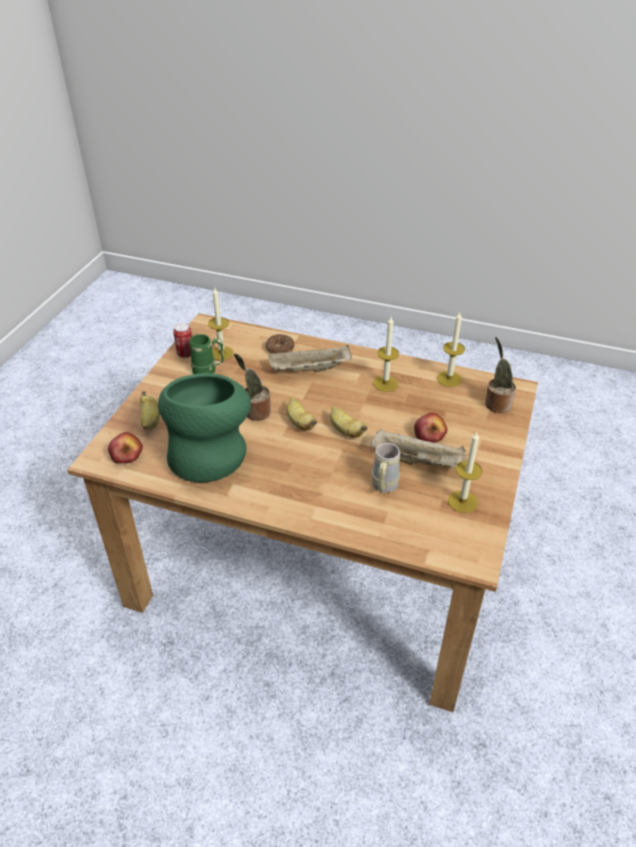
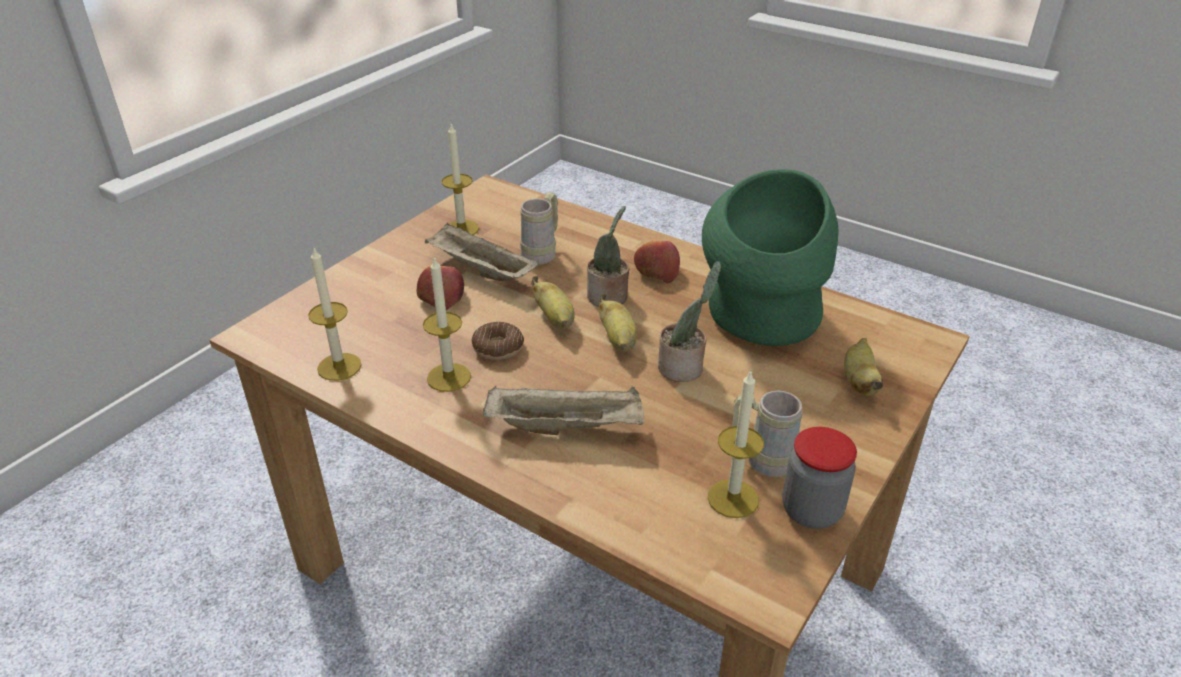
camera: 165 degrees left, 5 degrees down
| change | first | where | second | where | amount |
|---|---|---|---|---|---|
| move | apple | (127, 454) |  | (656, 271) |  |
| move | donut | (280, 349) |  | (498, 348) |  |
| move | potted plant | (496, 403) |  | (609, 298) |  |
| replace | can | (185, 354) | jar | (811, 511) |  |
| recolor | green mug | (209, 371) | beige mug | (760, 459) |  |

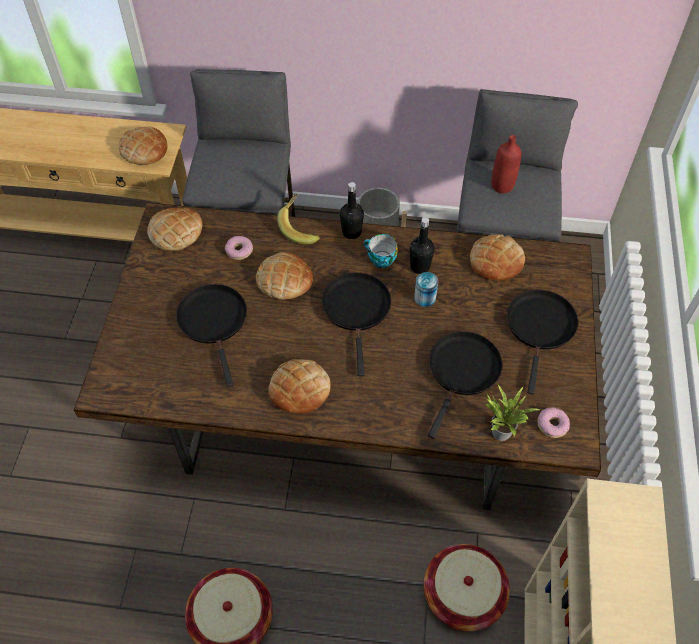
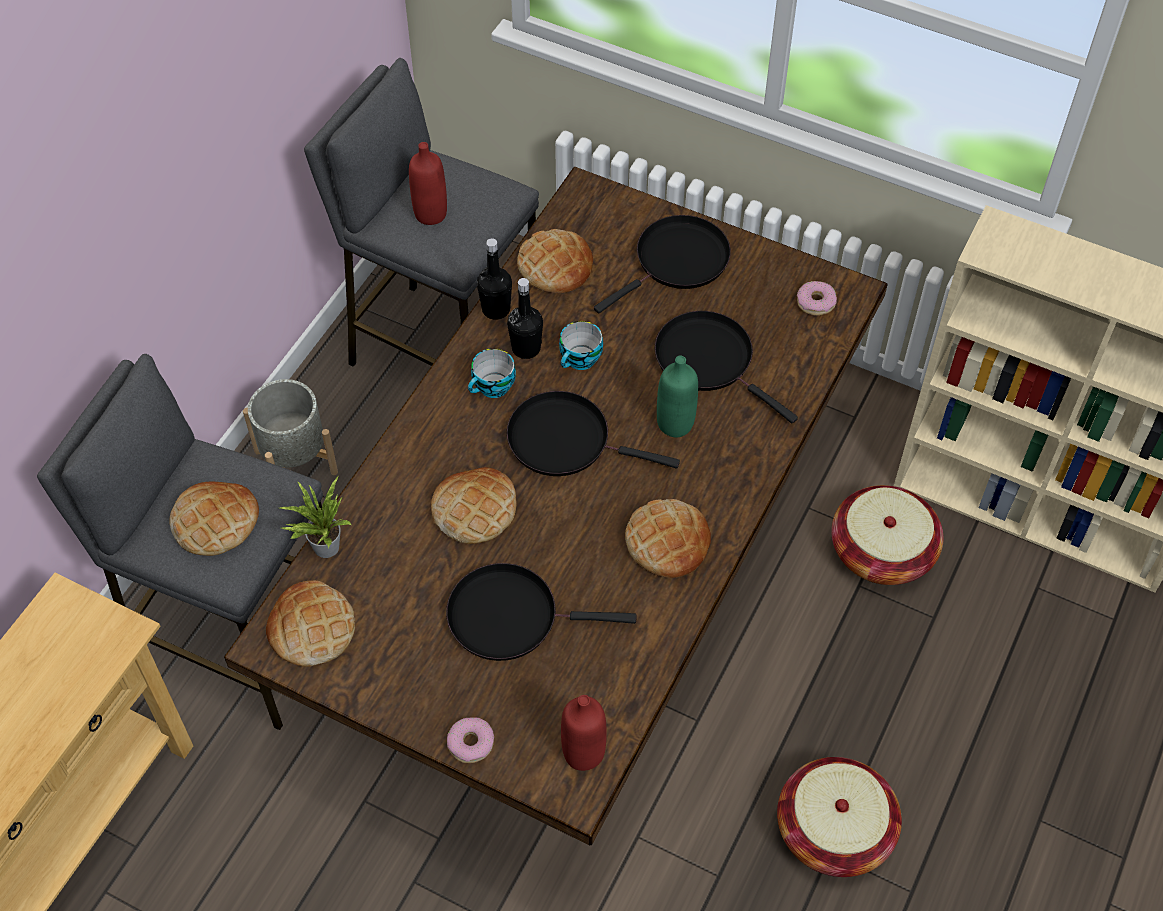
camera: 70 degrees left, 0 degrees up
| change | first | where | second | where | amount |
|---|---|---|---|---|---|
| delete | banana | (300, 228) |  |  |  |
| insert |  |  | red bottle | (583, 753) |  |
| insert |  |  | green bottle | (675, 424) |  |
| move | bread | (144, 149) |  | (215, 522) |  |
| move | donut | (239, 250) |  | (471, 743) |  |
| move | black bottle | (351, 232) |  | (496, 309) |  |
| move | potted plant | (501, 430) |  | (323, 546) |  |
| replace | can | (425, 298) | cup | (580, 360) |  |
| rotate | black frying pan | (540, 327) |  | (677, 261) | 105 degrees clockwise |

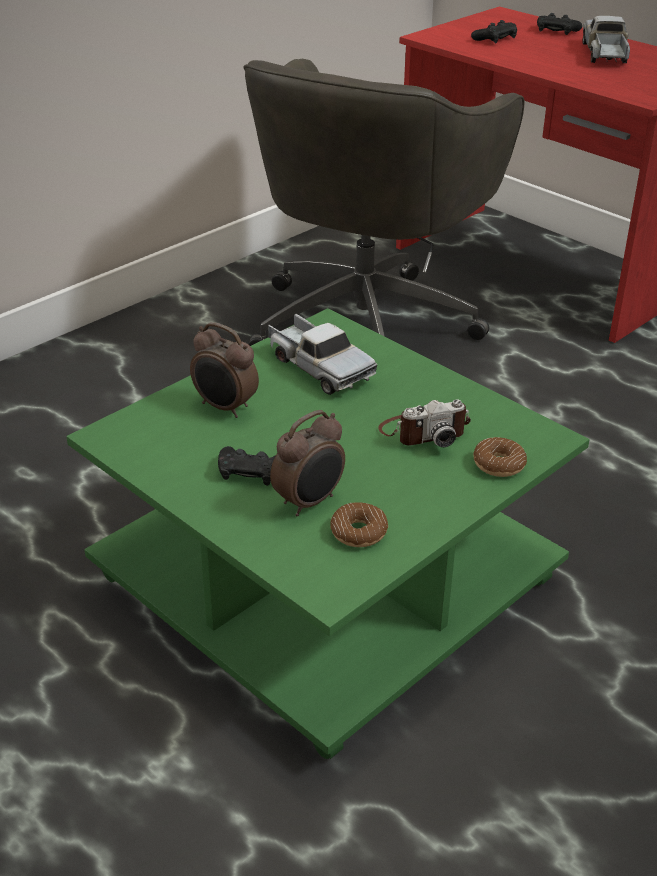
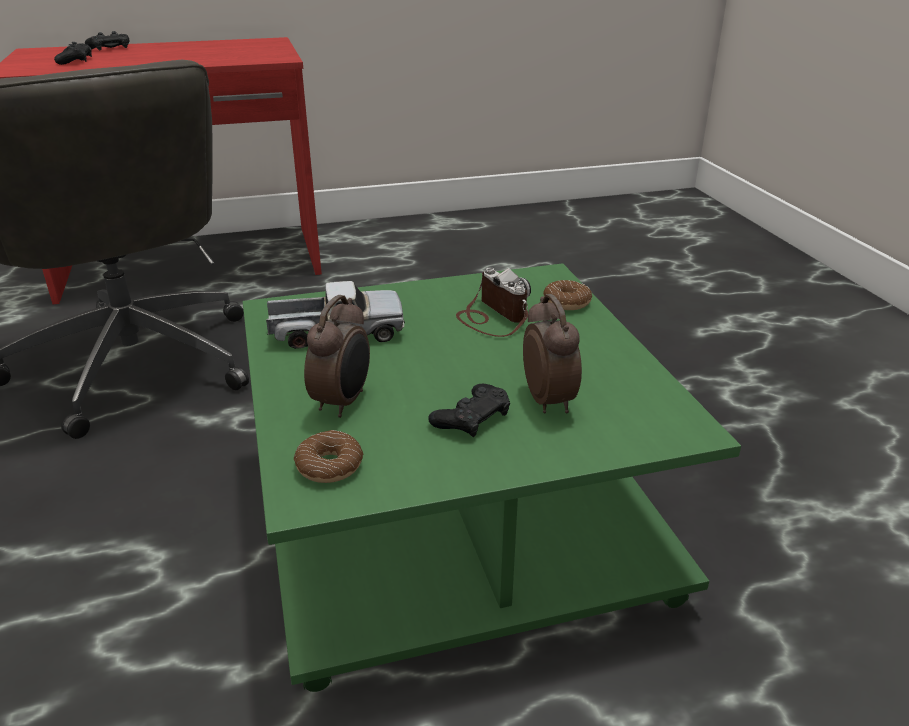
camera: 60 degrees left, 5 degrees down
| change | first | where | second | where | amount |
|---|---|---|---|---|---|
| delete | toy truck | (605, 53) |  |  |  |
| move | donut | (358, 532) |  | (329, 466) |  |
| rotate | alarm clock | (225, 408) |  | (343, 402) | 45 degrees counterclockwise |
| rotate | photo camera | (424, 431) |  | (492, 317) | 45 degrees counterclockwise |

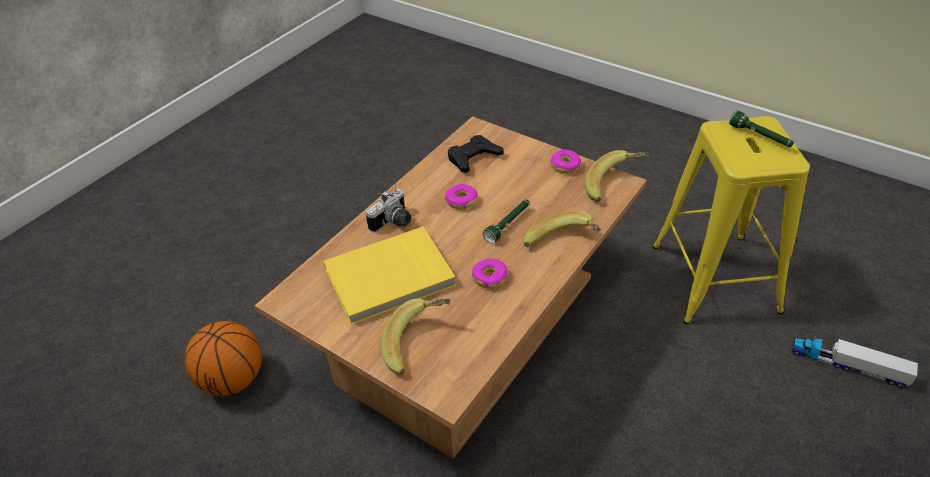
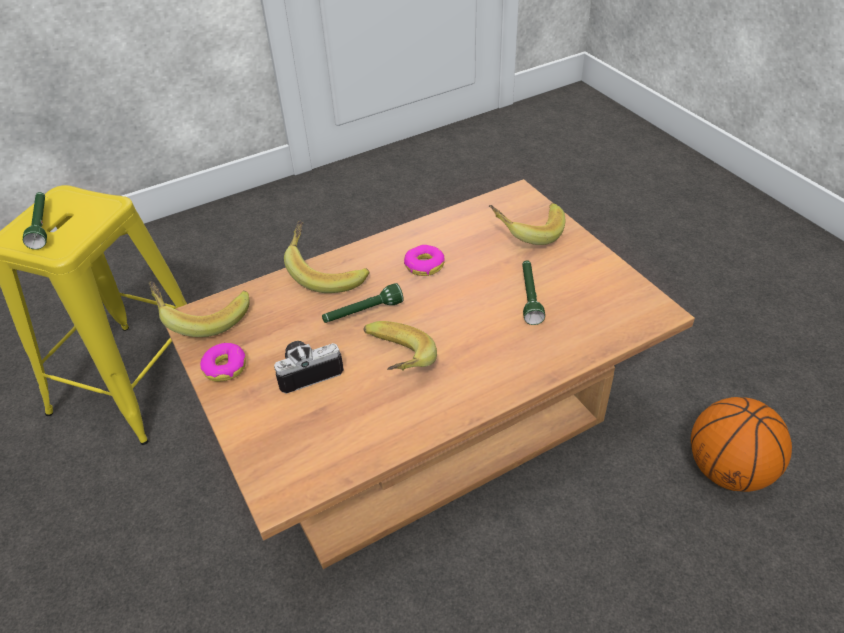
camera: 155 degrees left, 0 degrees up
| change | first | where | second | where | amount |
|---|---|---|---|---|---|
| delete | black game controller | (473, 157) |  |  |  |
| delete | toy truck | (848, 365) |  |  |  |
| move | photo camera | (393, 223) |  | (307, 371) |  |
| replace | yellow book | (390, 278) | green flashlight | (529, 297) |  |
| replace | donut | (461, 200) | banana | (393, 365) |  |

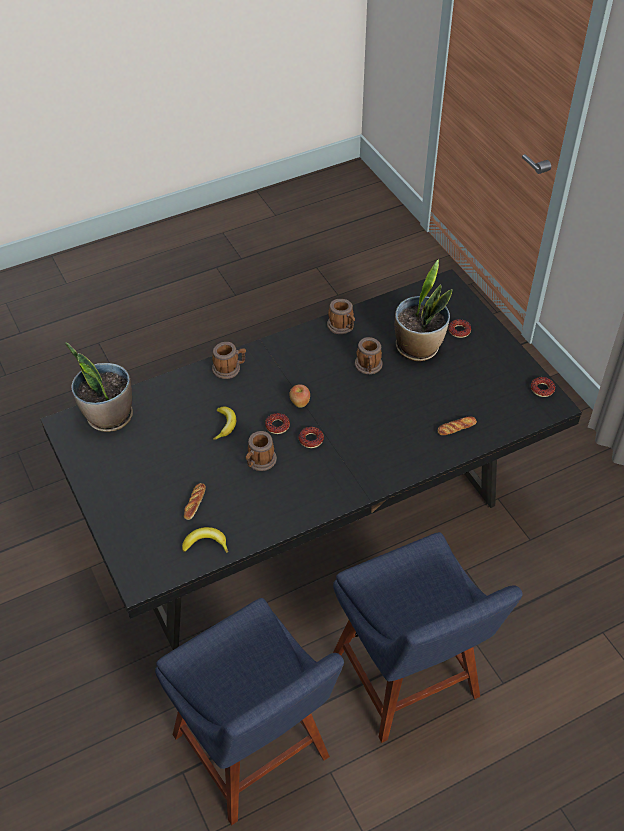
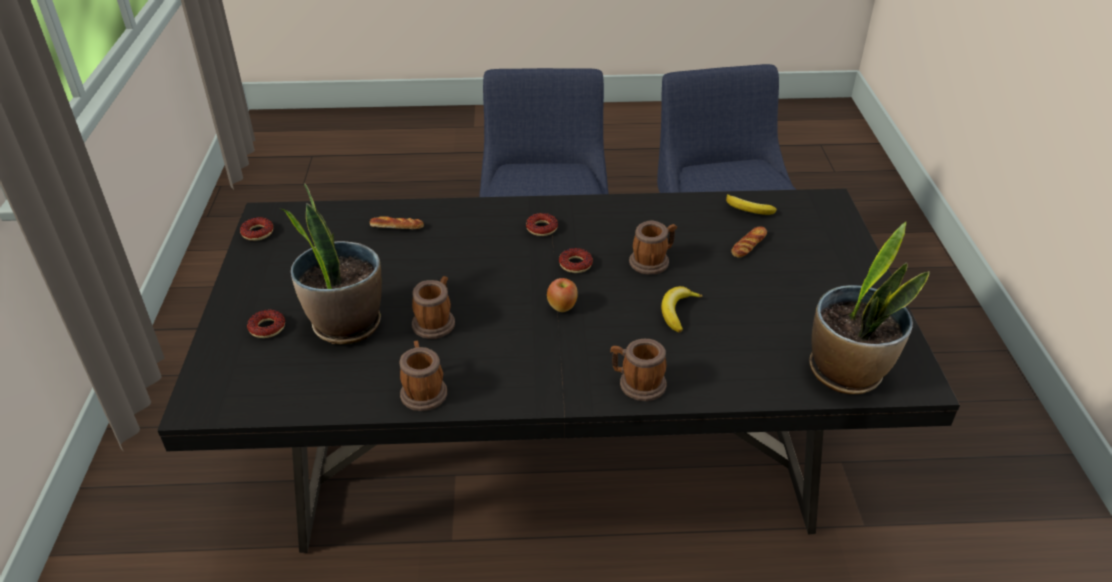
camera: 155 degrees left, 10 degrees down
| change | first | where | second | where | amount |
|---|---|---|---|---|---|
| move | donut | (277, 426) |  | (542, 228) |  |

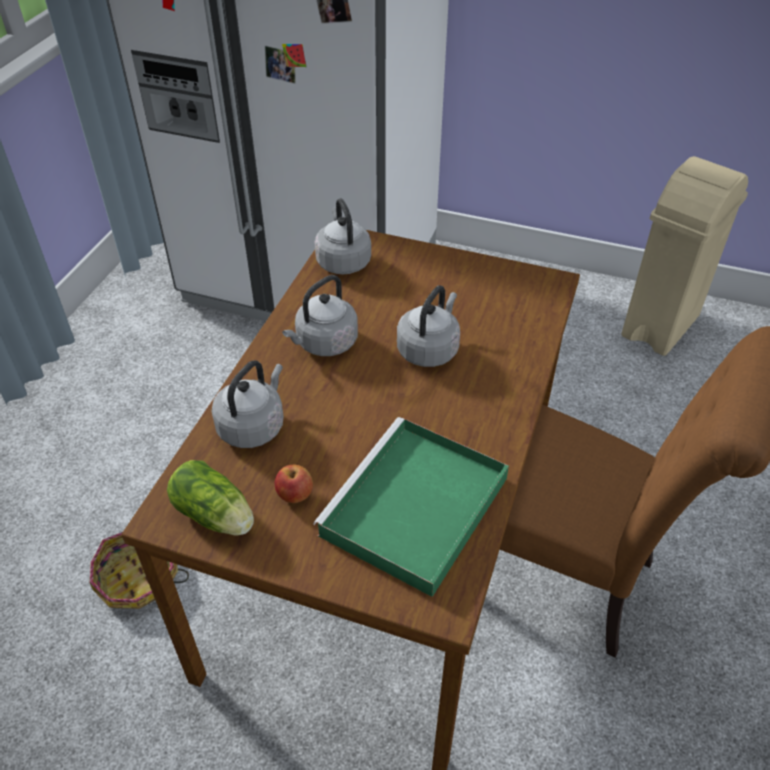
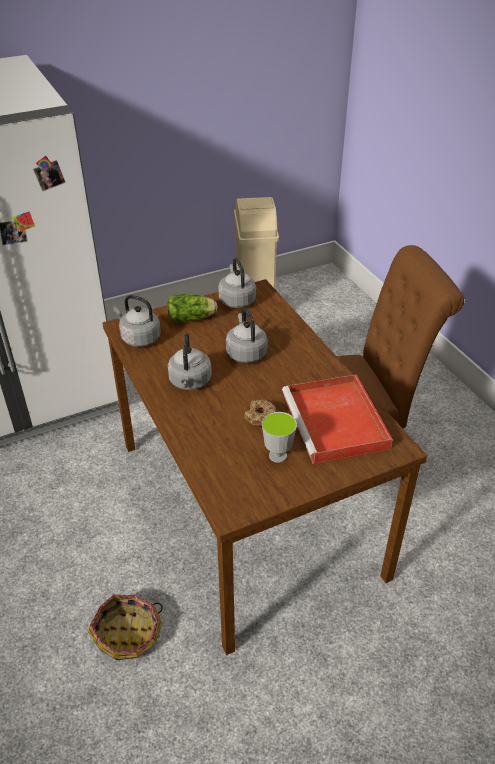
camera: 45 degrees left, 5 degrees down
| change | first | where | second | where | amount |
|---|---|---|---|---|---|
| insert |  |  | donut | (260, 417) |  |
| move | lettuce | (217, 516) |  | (193, 318) |  |
| move | grey kettle | (253, 426) |  | (236, 300) |  |
| replace | apple | (295, 495) | cup | (278, 455) |  |
| recolor | green tray | (414, 510) | red tray | (336, 423) |  |

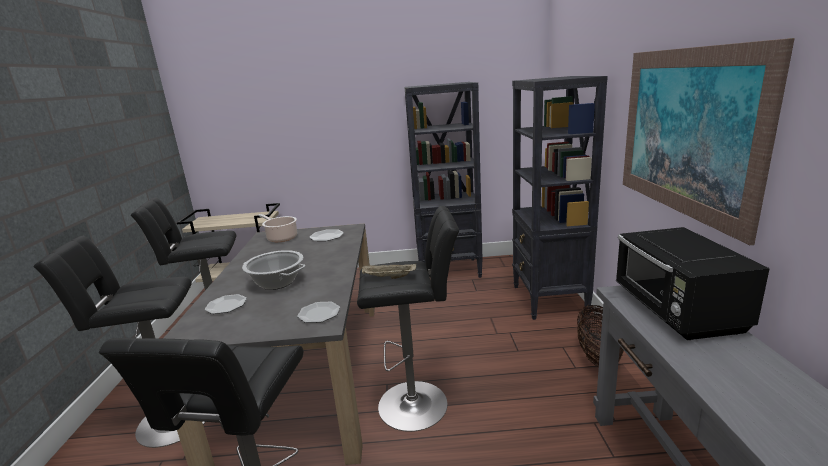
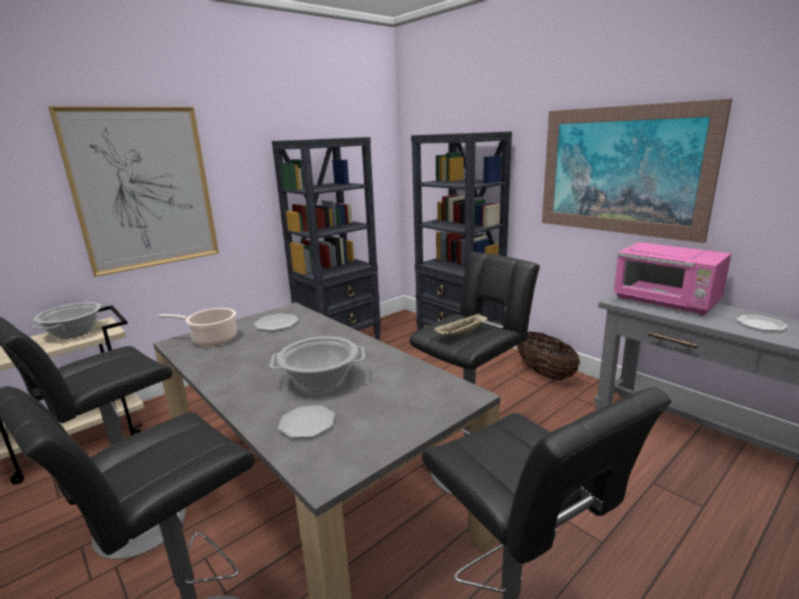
camera: 40 degrees left, 0 degrees up
| change | first | where | second | where | amount |
|---|---|---|---|---|---|
| insert |  |  | cooking pot | (74, 332) |  |
| insert |  |  | picture | (144, 189) |  |
| move | plate | (318, 314) |  | (761, 325) |  |
| recolor | black microwave | (677, 311) | pink microwave | (666, 302) |  |

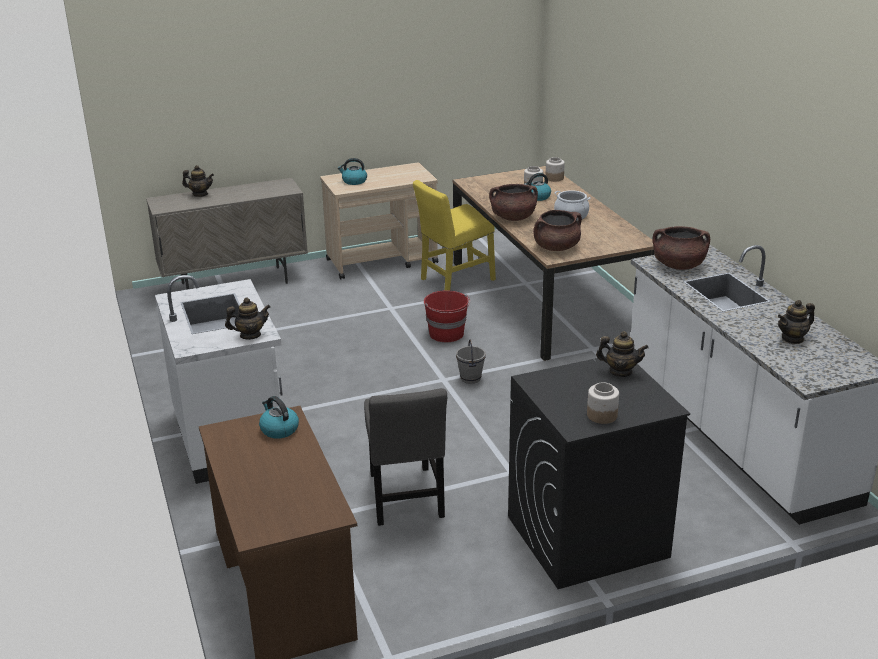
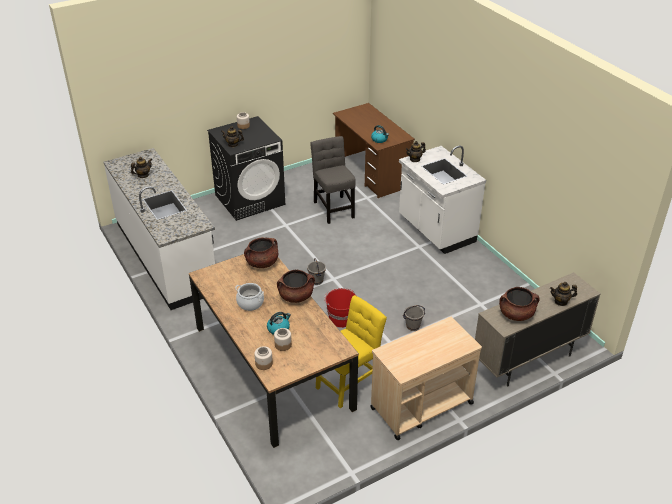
camera: 170 degrees right, 10 degrees up
| change | first | where | second | where | amount |
|---|---|---|---|---|---|
| delete | kettle | (354, 181) |  |  |  |
| insert |  |  | grey bucket | (413, 326) |  |
| move | brown cooking pot | (678, 265) |  | (516, 314) |  |

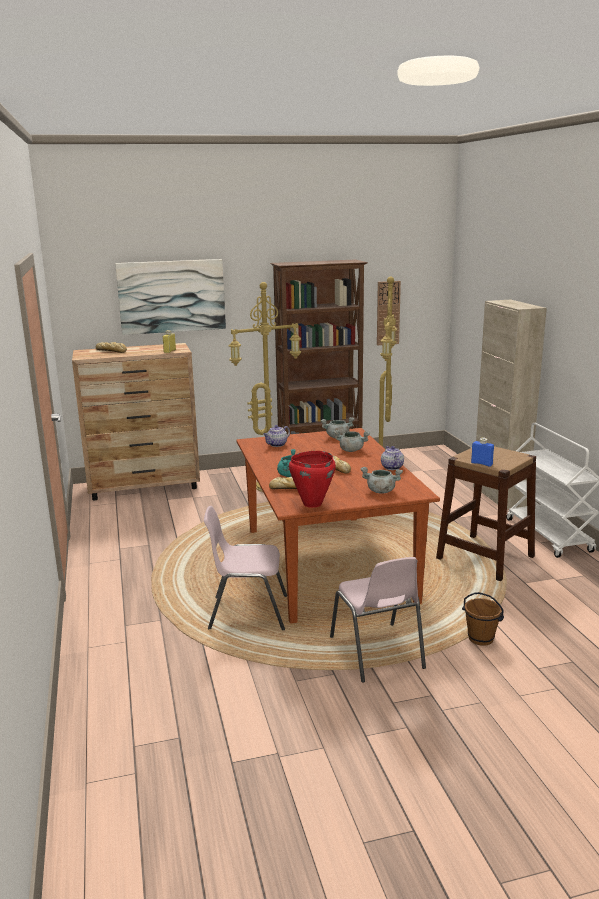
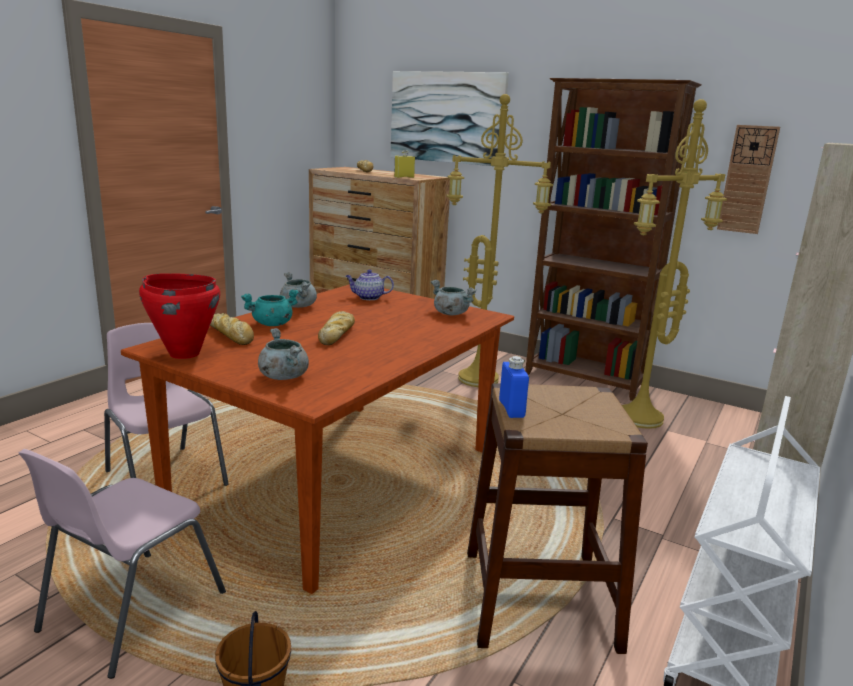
camera: 45 degrees right, 0 degrees up
| change | first | where | second | where | amount |
|---|---|---|---|---|---|
| delete | teapot | (391, 467) |  |  |  |
| move | grey cooking pot | (351, 450) |  | (298, 306) |  |

